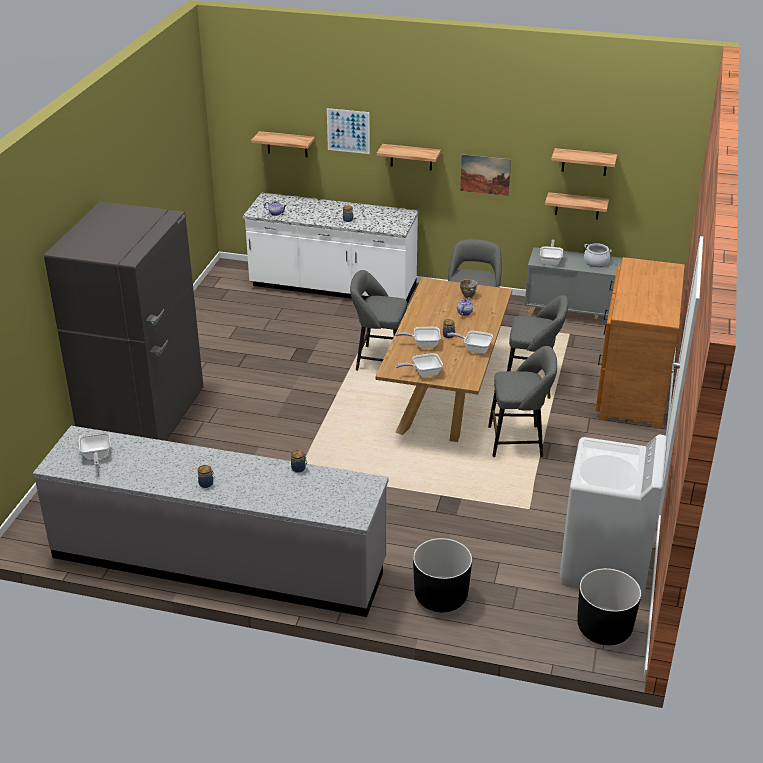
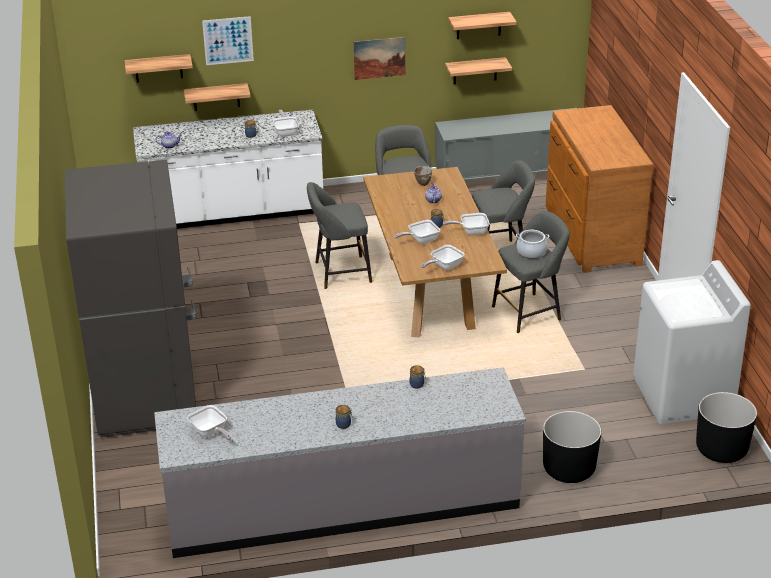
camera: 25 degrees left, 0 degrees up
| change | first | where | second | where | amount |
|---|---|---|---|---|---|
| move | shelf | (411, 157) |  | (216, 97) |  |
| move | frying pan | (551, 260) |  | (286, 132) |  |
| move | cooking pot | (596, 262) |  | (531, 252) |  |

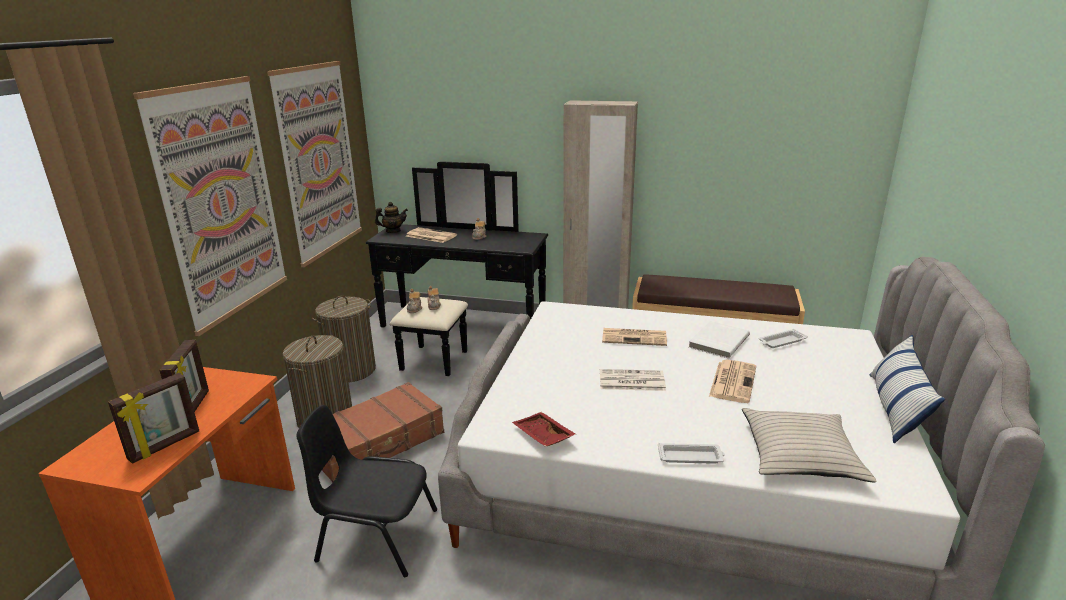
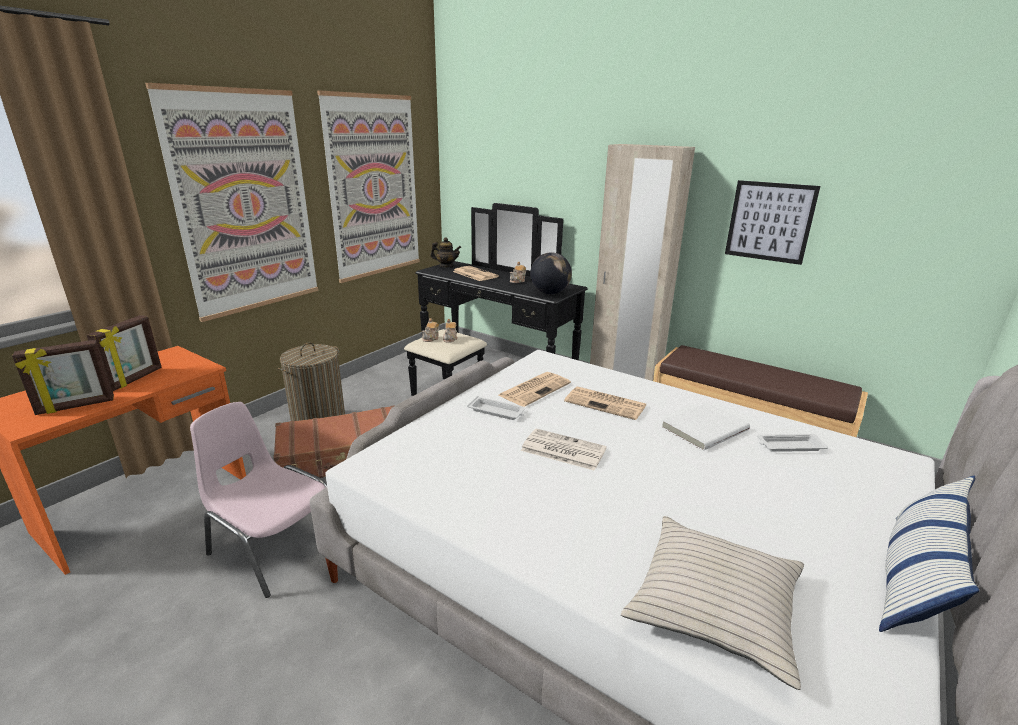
camera: 20 degrees right, 0 degrees up
| change | first | where | second | where | amount |
|---|---|---|---|---|---|
| delete | laundry basket | (351, 370) |  |  |  |
| delete | red tray | (542, 436) |  |  |  |
| insert |  |  | globe | (550, 293) |  |
| insert |  |  | picture | (769, 222) |  |
| move | white tray | (691, 457) |  | (497, 411) |  |
| move | newspaper | (732, 381) |  | (535, 389) |  |
| recolor | black chair | (376, 535) | pink chair | (275, 545) |  |

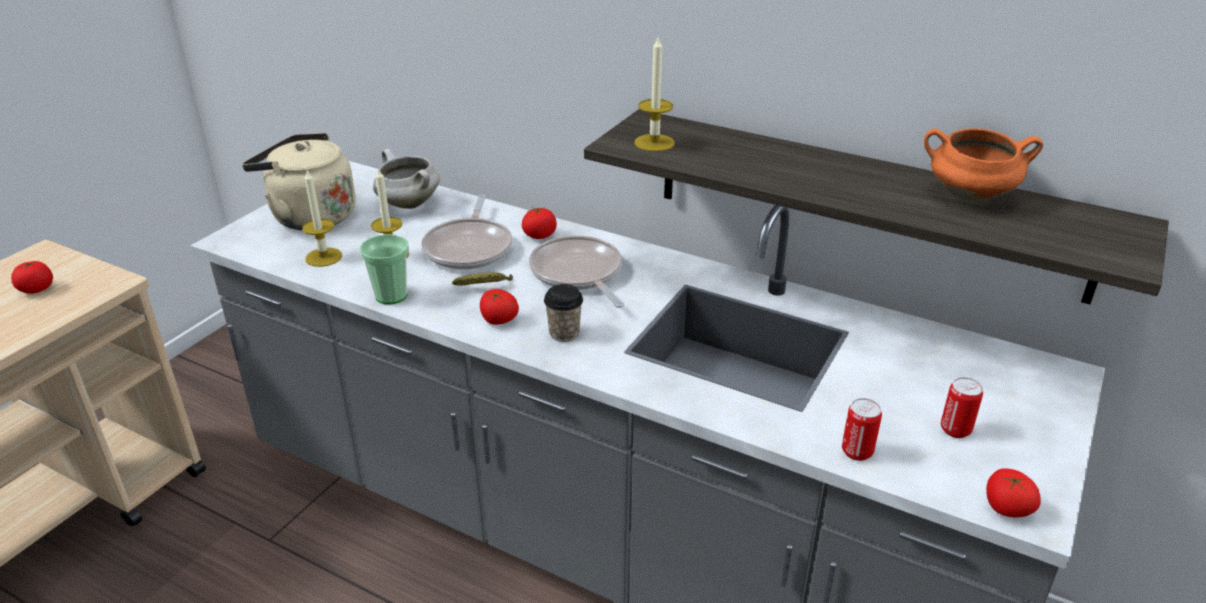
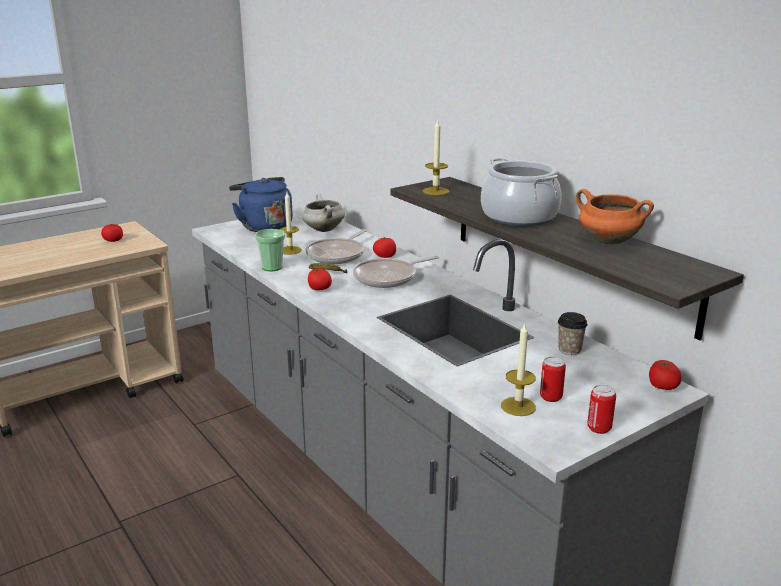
camera: 25 degrees right, 10 degrees down
| change | first | where | second | where | amount |
|---|---|---|---|---|---|
| insert |  |  | cooking pot | (519, 216) |  |
| move | candle | (324, 257) |  | (518, 406) |  |
| move | cup | (564, 333) |  | (569, 350) |  |
| move | can | (857, 452) |  | (599, 428) |  |
| move | tomato | (1006, 508) |  | (662, 387) |  |
| recolor | beige kettle | (309, 216) | blue kettle | (264, 226) |  |
| rotate | frying pan | (578, 274) |  | (388, 277) | 120 degrees counterclockwise |

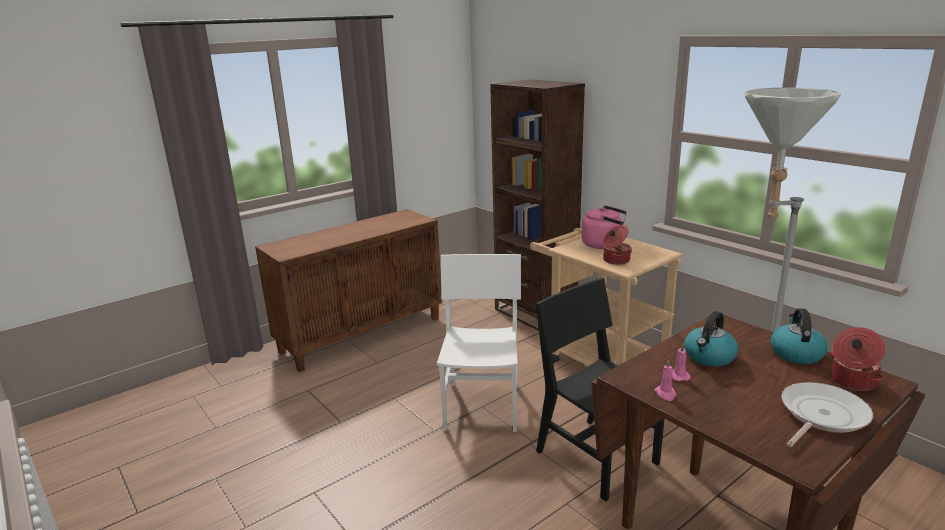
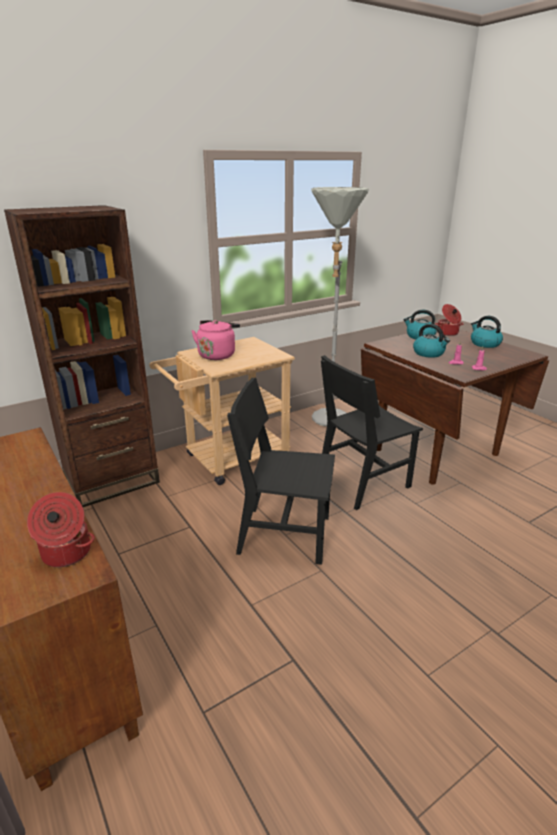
camera: 85 degrees left, 5 degrees up
| change | first | where | second | where | amount |
|---|---|---|---|---|---|
| move | cooking pot | (615, 260) |  | (65, 553) |  |
| replace | frying pan | (821, 415) | kettle | (484, 344) |  |
| recolor | white chair | (482, 406) | black chair | (284, 534) |  |

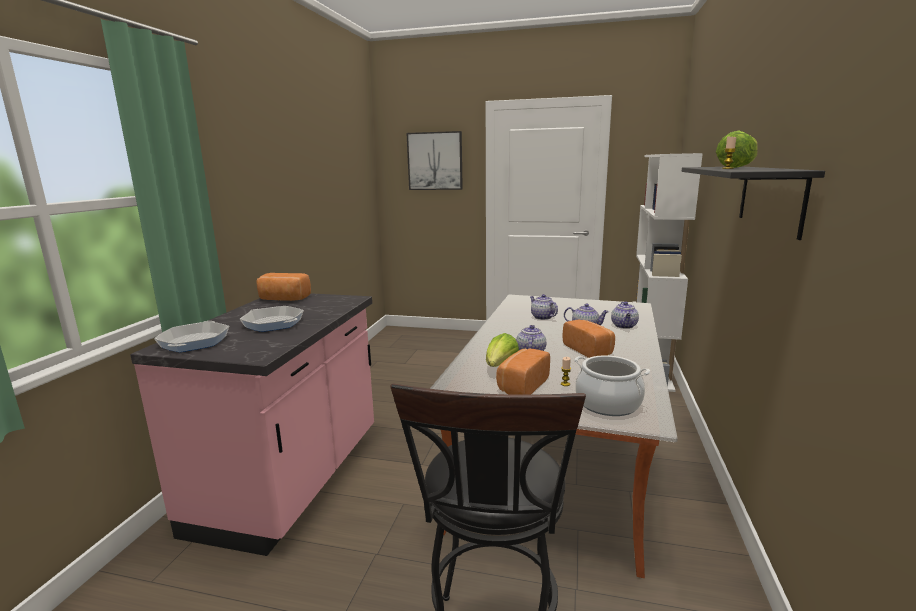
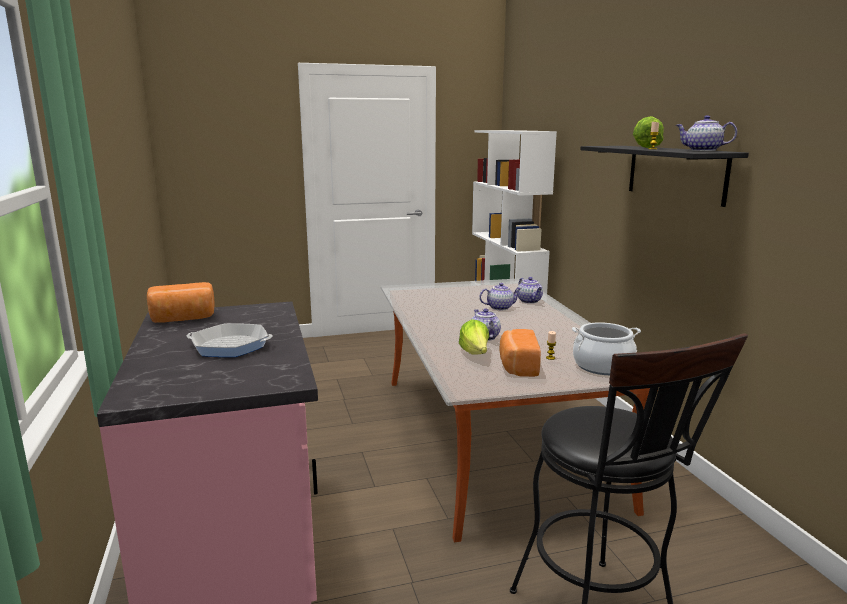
camera: 30 degrees left, 0 degrees up
| change | first | where | second | where | amount |
|---|---|---|---|---|---|
| delete | frying pan | (194, 342) |  |  |  |
| delete | picture | (435, 161) |  |  |  |
| delete | bread | (589, 350) |  |  |  |
| move | teapot | (542, 317) |  | (702, 150) |  |

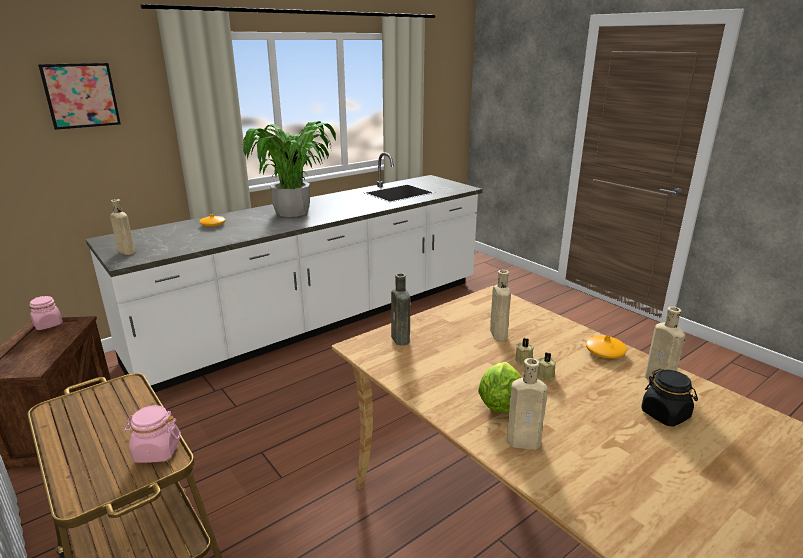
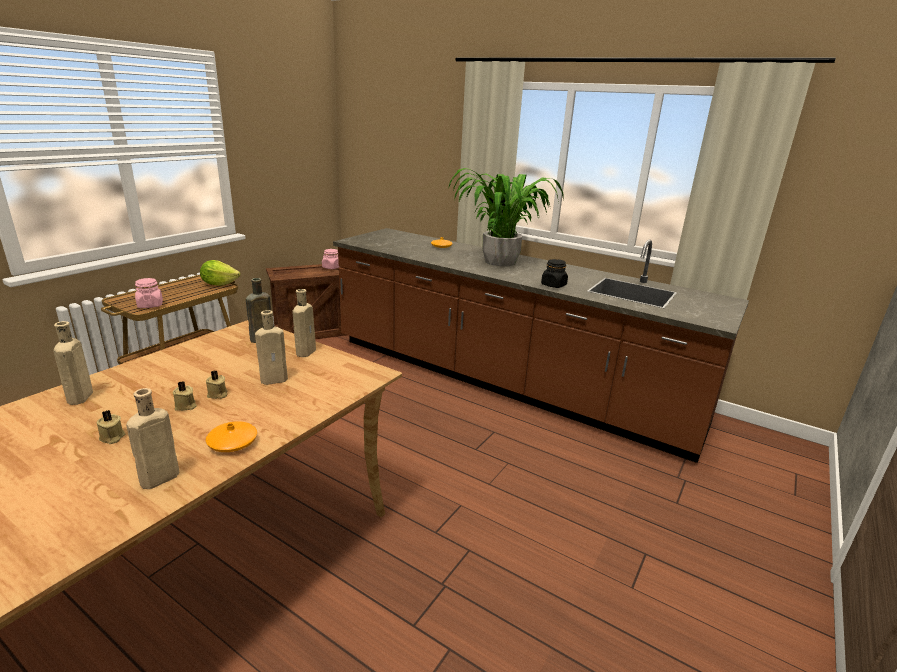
camera: 70 degrees right, 0 degrees up
| change | first | where | second | where | amount |
|---|---|---|---|---|---|
| delete | picture | (81, 95) |  |  |  |
| insert |  |  | beige candle | (112, 438) |  |
| move | beige bottle | (126, 251) |  | (306, 351) |  |
| move | lettuce | (499, 403) |  | (219, 284) |  |
| move | black jar | (665, 414) |  | (553, 285) |  |
| recolor | white counter | (320, 320) | brown counter | (505, 381) |  |

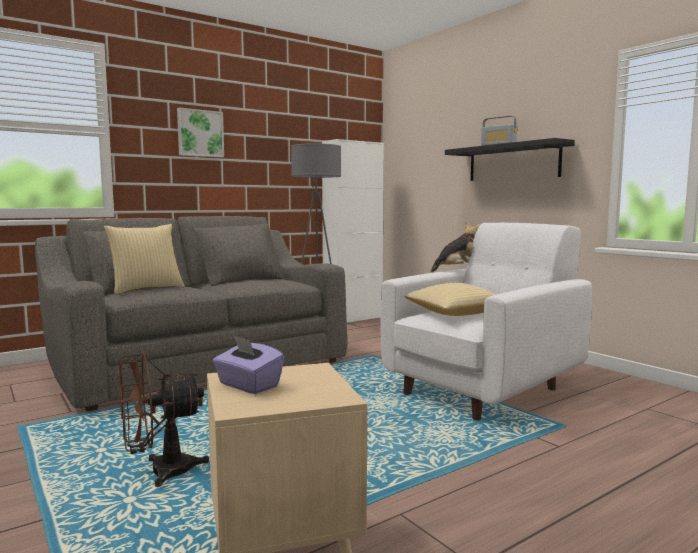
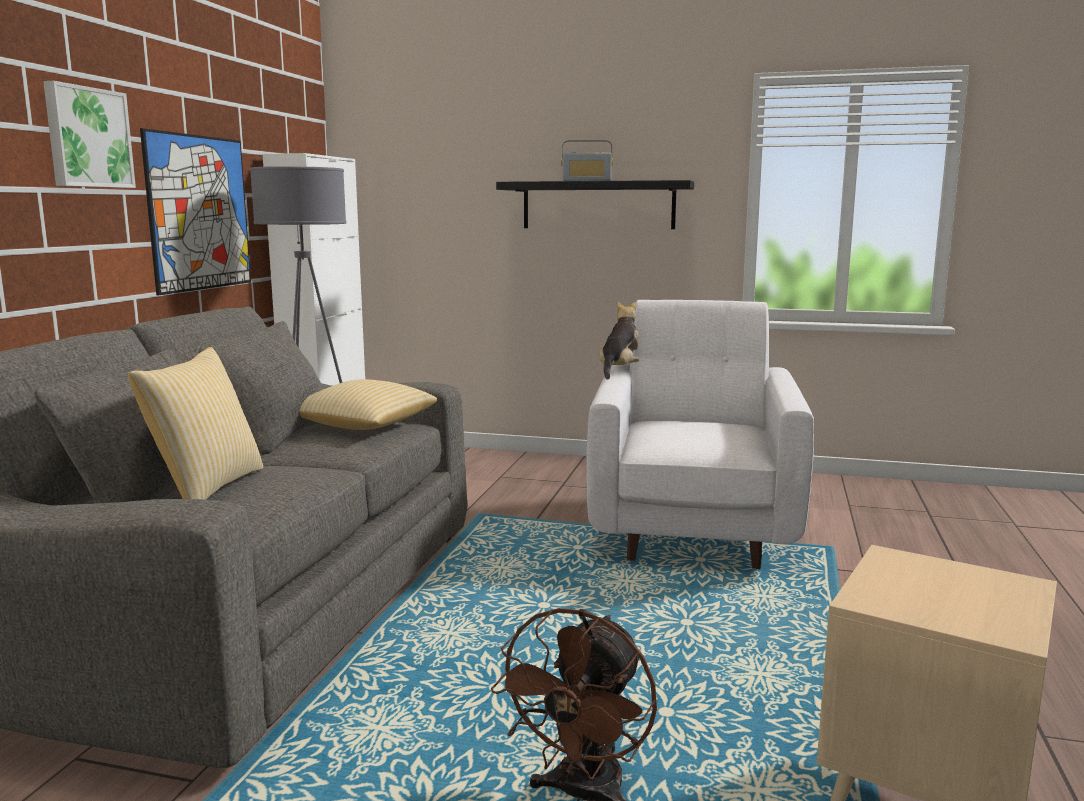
camera: 40 degrees left, 5 degrees up
| change | first | where | second | where | amount |
|---|---|---|---|---|---|
| delete | purple tissue box | (248, 386) |  |  |  |
| insert |  |  | picture | (199, 213) |  |
| move | pillow | (453, 314) |  | (363, 427) |  |

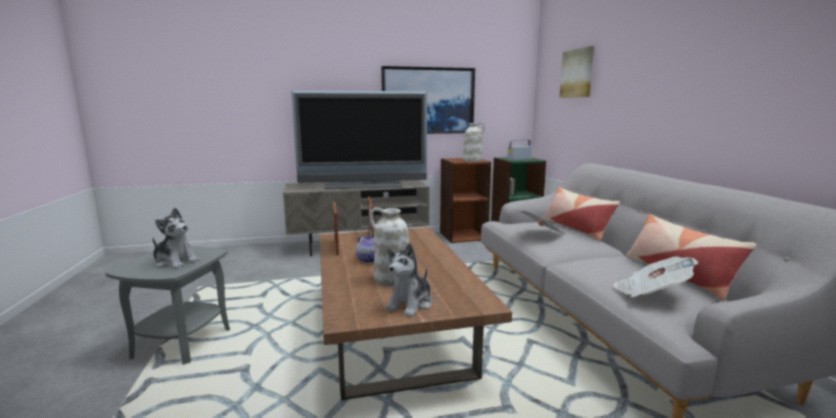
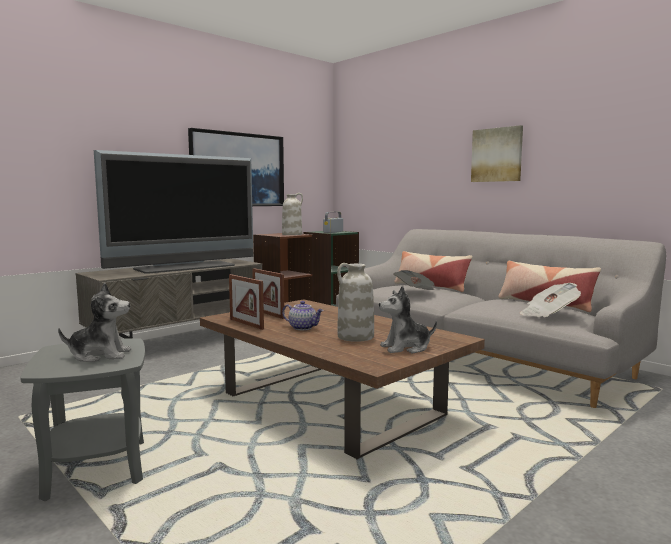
camera: 30 degrees left, 5 degrees down
| change | first | where | second | where | amount |
|---|---|---|---|---|---|
| move | picture | (577, 73) |  | (497, 155) |  |
| rotate | plush toy | (410, 304) |  | (406, 348) | 75 degrees clockwise |

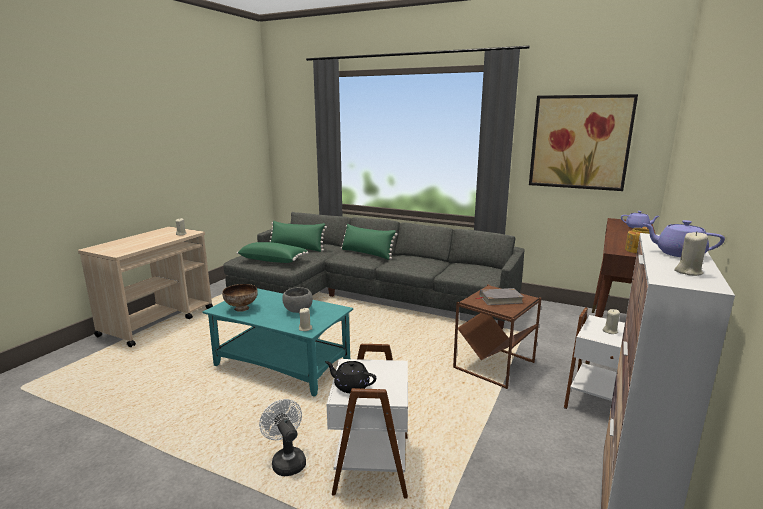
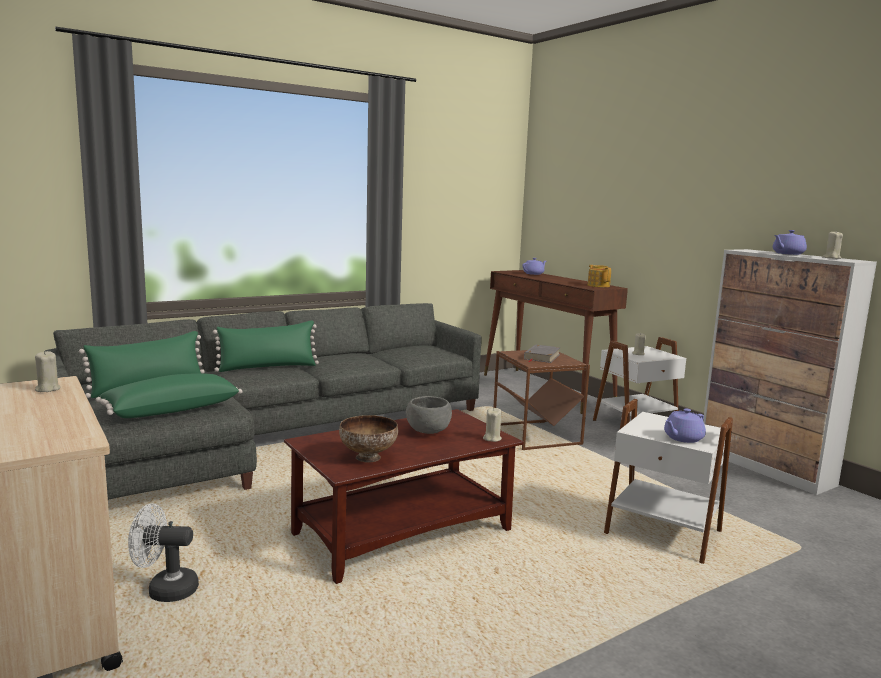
camera: 60 degrees left, 5 degrees down
| change | first | where | second | where | amount |
|---|---|---|---|---|---|
| delete | picture | (579, 142) |  |  |  |
| move | white fan | (286, 461) |  | (165, 590) |  |
| recolor | turquoise coffee table | (283, 365) | brown coffee table | (404, 532) |  |
| recolor | black teapot | (351, 386) | purple teapot | (682, 438) |  |

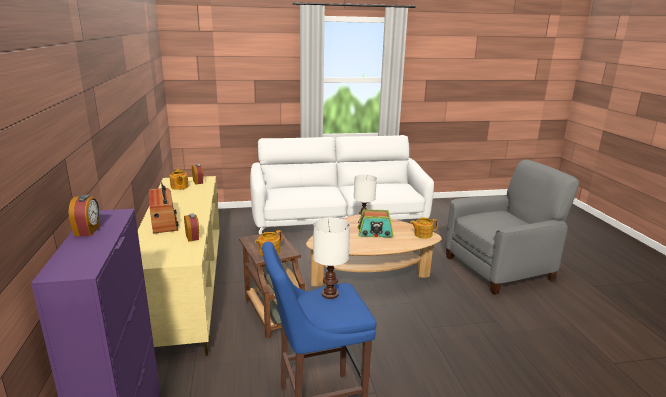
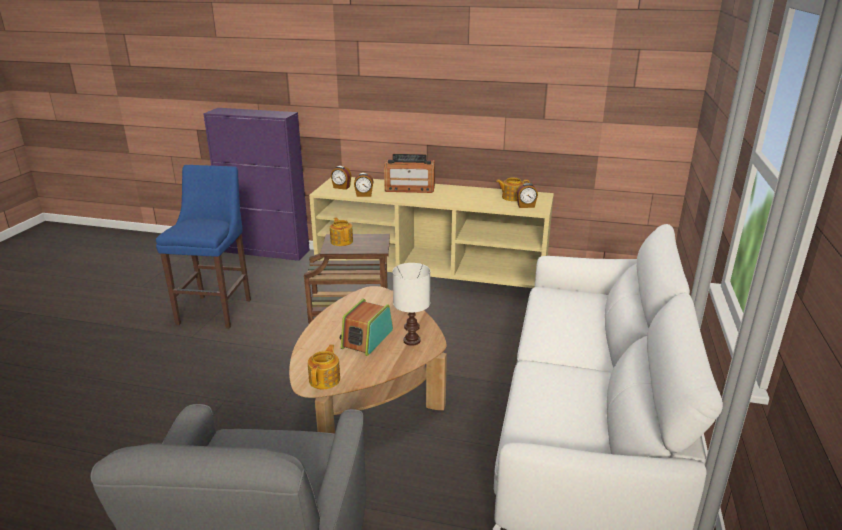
camera: 115 degrees right, 5 degrees up
| change | first | where | second | where | amount |
|---|---|---|---|---|---|
| delete | white table lamp | (329, 294) |  |  |  |
| move | alarm clock | (88, 231) |  | (341, 187) |  |

